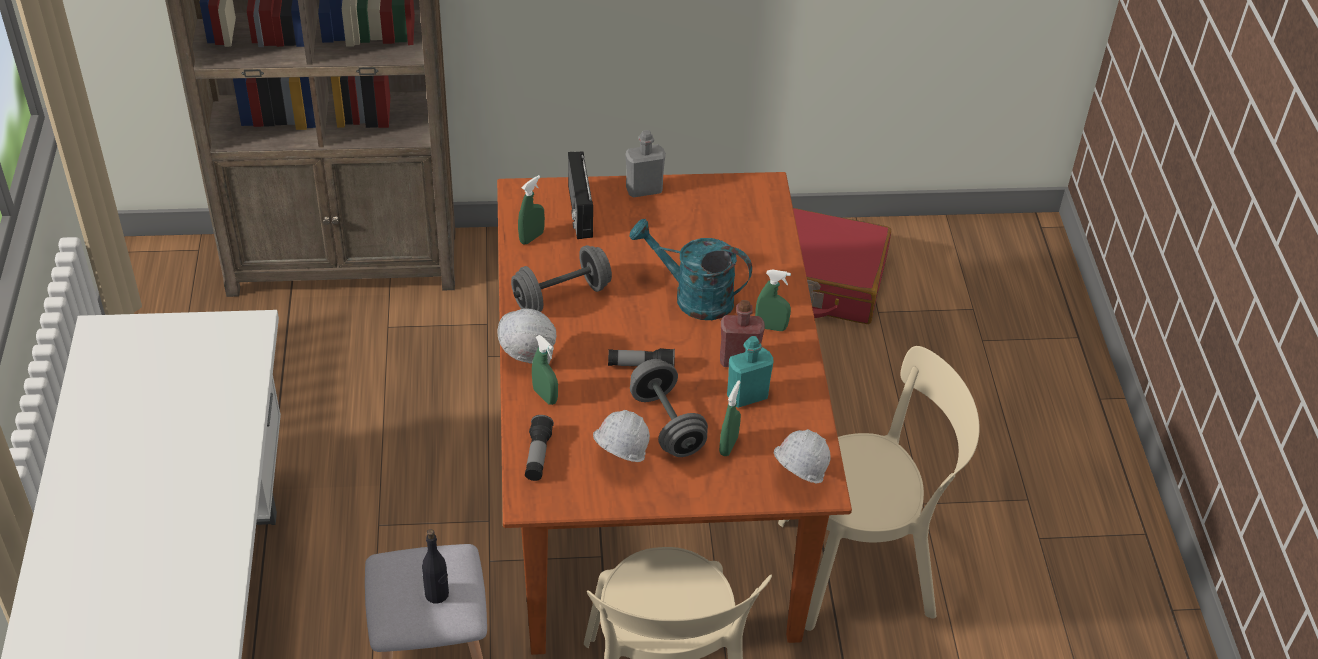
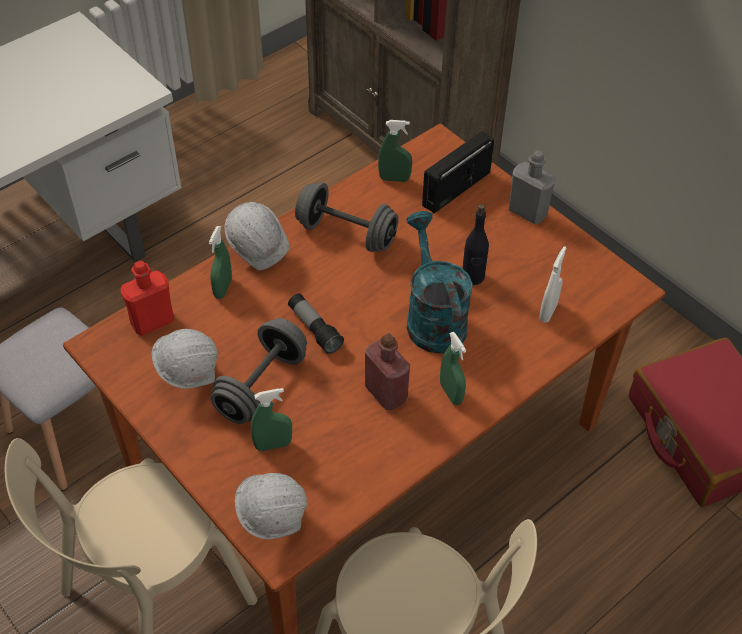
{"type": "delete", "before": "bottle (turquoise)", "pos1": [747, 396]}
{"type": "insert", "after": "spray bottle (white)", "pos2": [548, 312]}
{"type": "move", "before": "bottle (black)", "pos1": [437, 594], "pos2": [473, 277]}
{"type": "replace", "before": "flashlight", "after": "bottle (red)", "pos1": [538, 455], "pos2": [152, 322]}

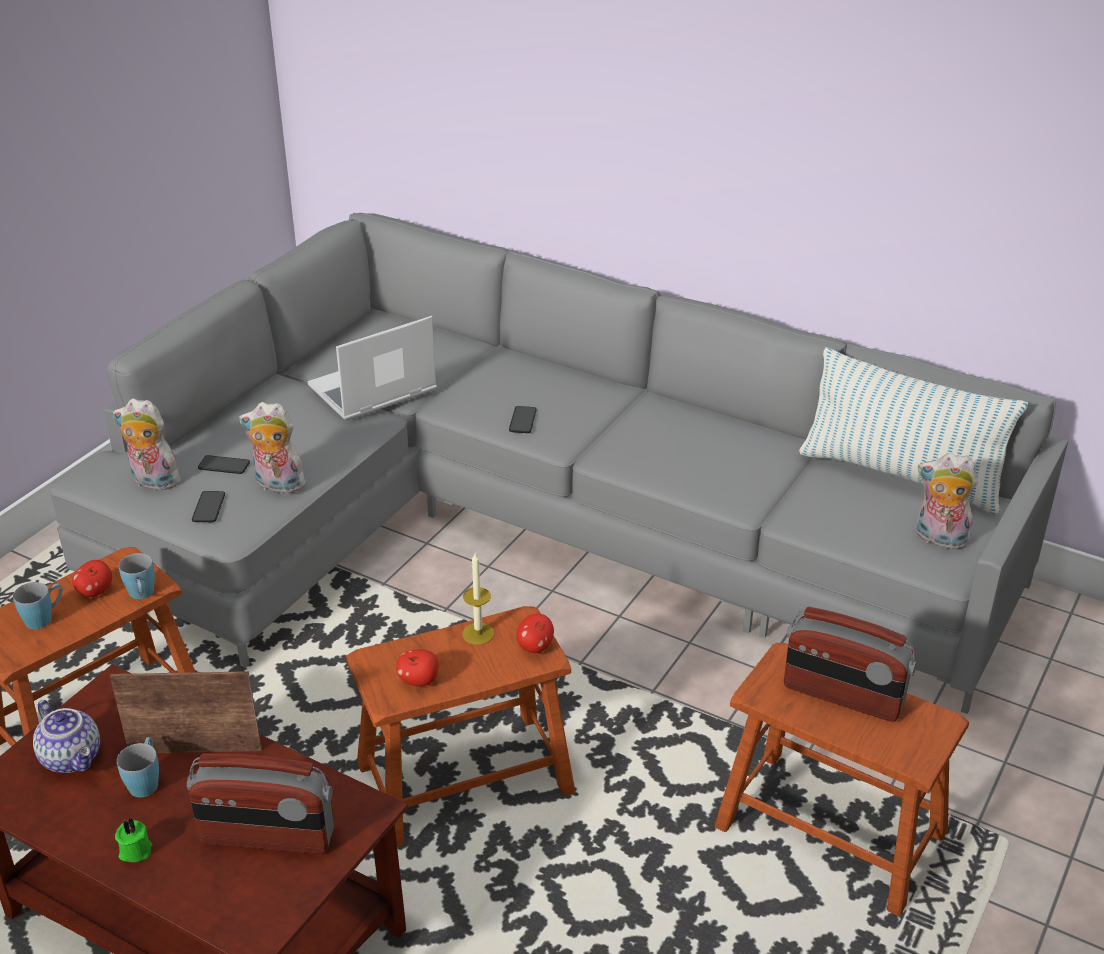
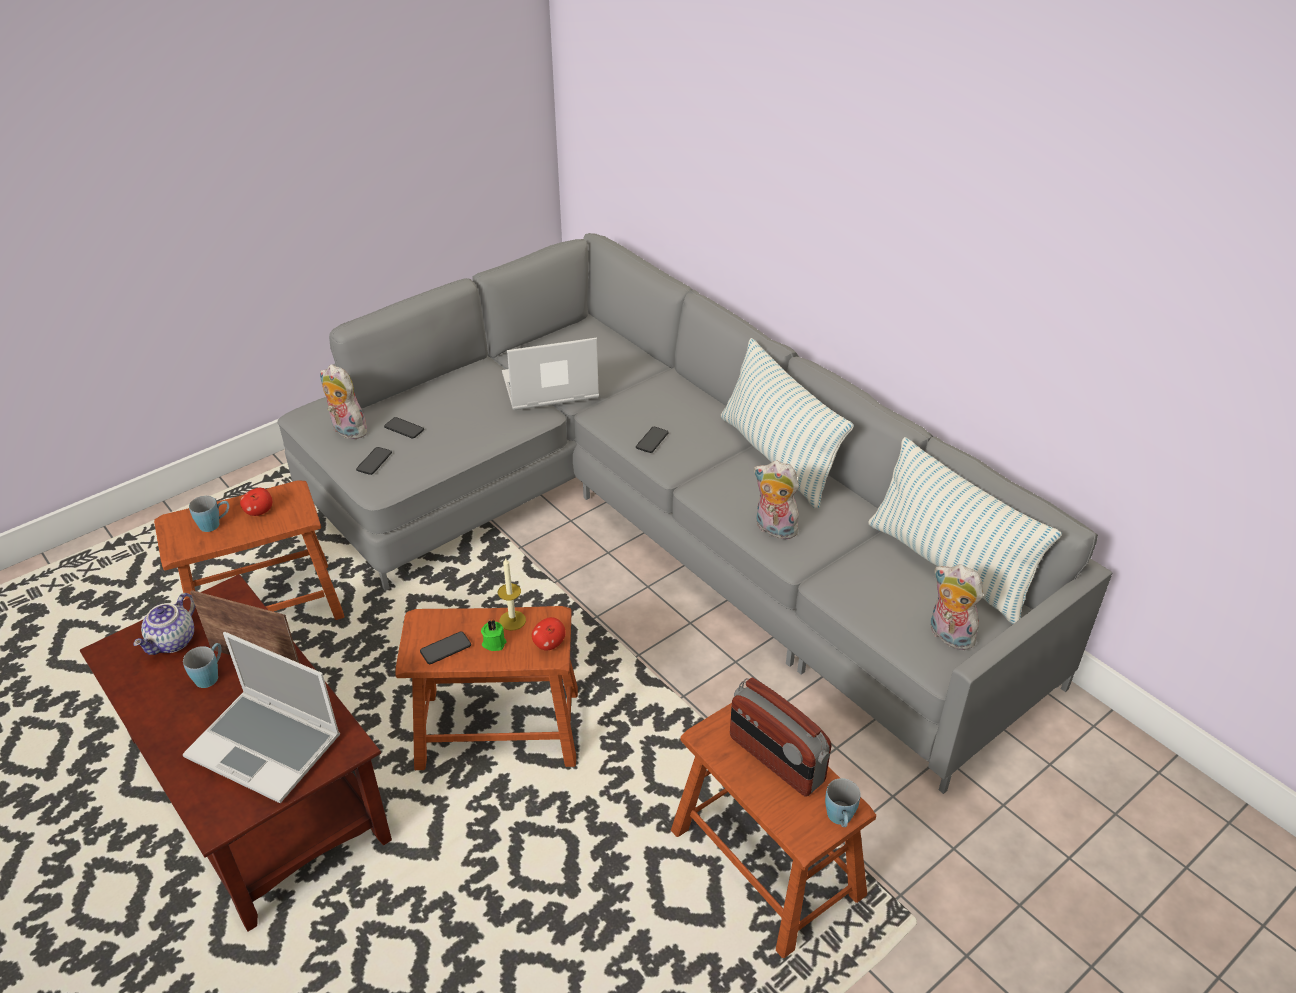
{"type": "insert", "after": "pillow", "pos2": [777, 457]}
{"type": "move", "before": "candle (green)", "pos1": [135, 850], "pos2": [494, 642]}
{"type": "move", "before": "mug (blue)", "pos1": [142, 595], "pos2": [840, 819]}
{"type": "move", "before": "plush toy", "pos1": [277, 485], "pos2": [773, 529]}
{"type": "replace", "before": "radio", "after": "laptop", "pos1": [267, 837], "pos2": [267, 746]}
{"type": "replace", "before": "apple", "after": "phone", "pos1": [419, 680], "pos2": [445, 648]}
{"type": "rotate", "before": "teapot", "pos1": [73, 757], "pos2": [173, 642], "turn": 45}

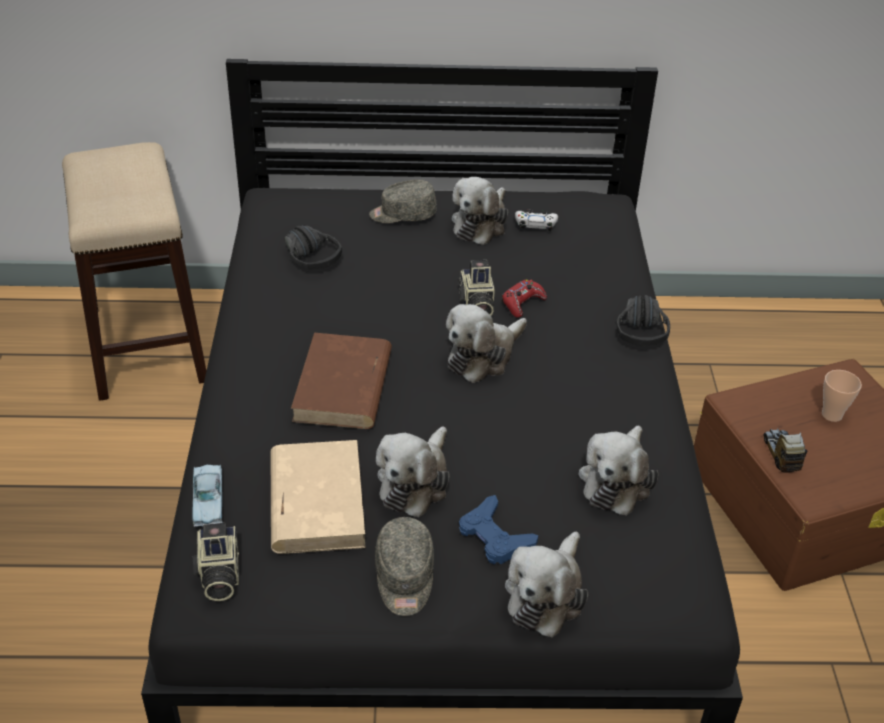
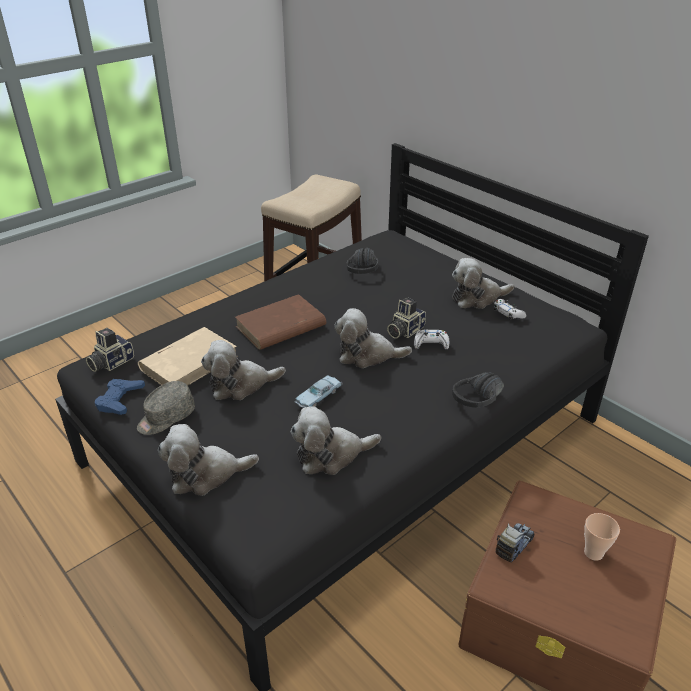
{"type": "delete", "before": "cap (grey)", "pos1": [402, 214]}
{"type": "move", "before": "toy car (blue)", "pos1": [208, 500], "pos2": [318, 396]}
{"type": "move", "before": "game controller (blue)", "pos1": [494, 536], "pos2": [120, 400]}
{"type": "recolor", "before": "game controller (red)", "after": "game controller (white)", "pos1": [522, 303], "pos2": [431, 343]}

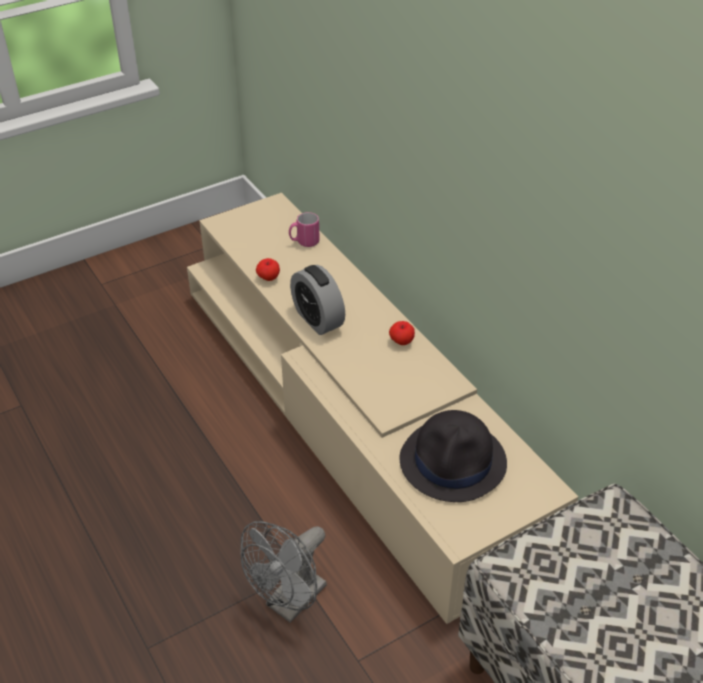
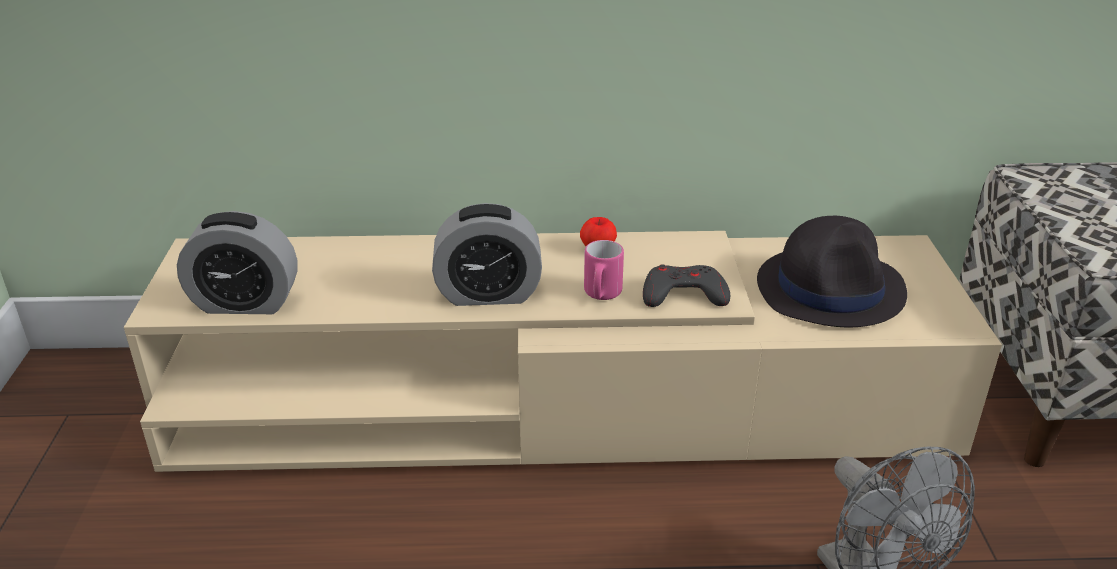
{"type": "delete", "before": "apple", "pos1": [268, 278]}
{"type": "insert", "after": "alarm clock", "pos2": [245, 303]}
{"type": "insert", "after": "game controller (grey)", "pos2": [683, 294]}
{"type": "move", "before": "mug (pink)", "pos1": [304, 242], "pos2": [601, 295]}

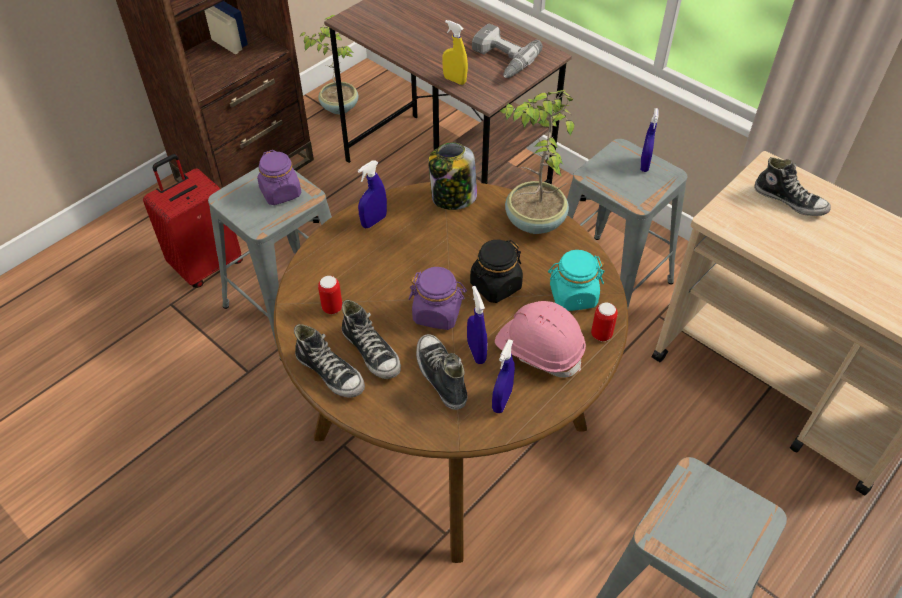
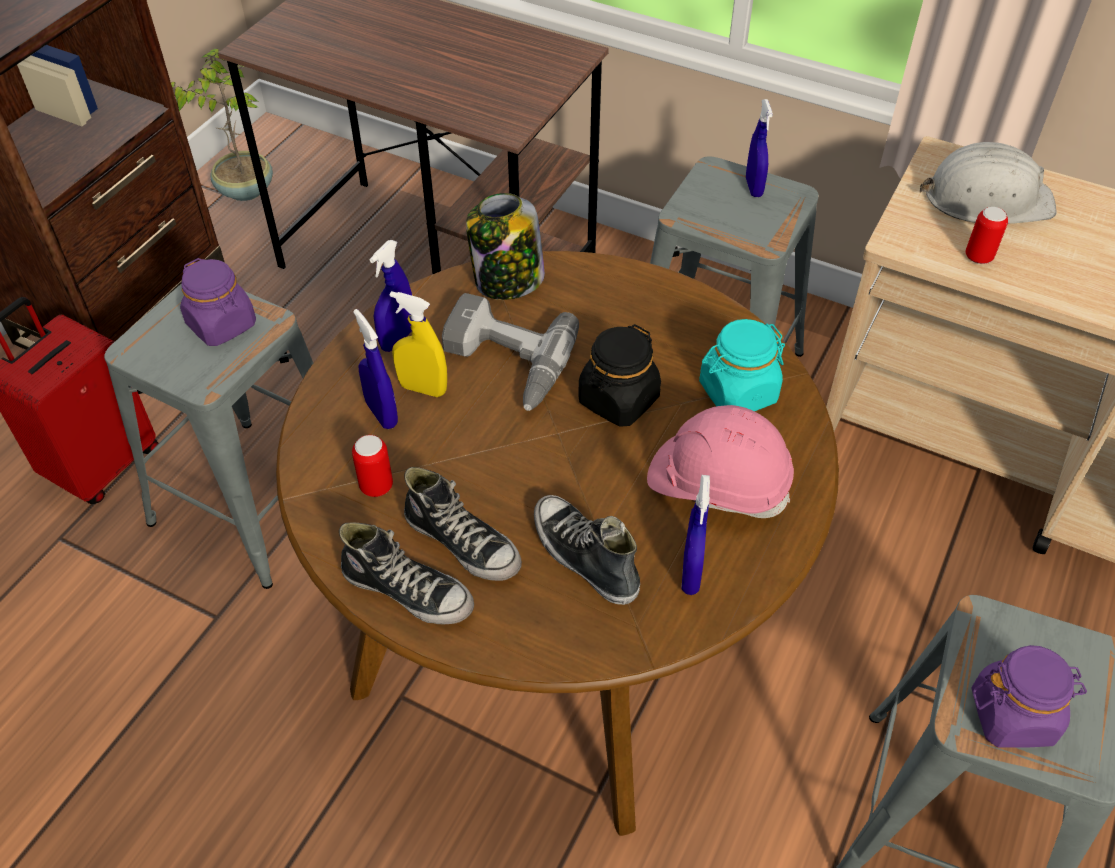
{"type": "delete", "before": "potted plant", "pos1": [533, 222]}
{"type": "move", "before": "jar (purple)", "pos1": [437, 313], "pos2": [1013, 715]}
{"type": "move", "before": "spray bottle (yellow)", "pos1": [454, 80], "pos2": [423, 388]}
{"type": "move", "before": "spray bottle (blue)", "pos1": [476, 352], "pos2": [381, 414]}
{"type": "move", "before": "power drill", "pos1": [500, 60], "pos2": [504, 364]}
{"type": "move", "before": "can", "pos1": [601, 334], "pos2": [978, 257]}
{"type": "replace", "before": "shoe", "after": "hard hat (white)", "pos1": [789, 201], "pos2": [986, 199]}

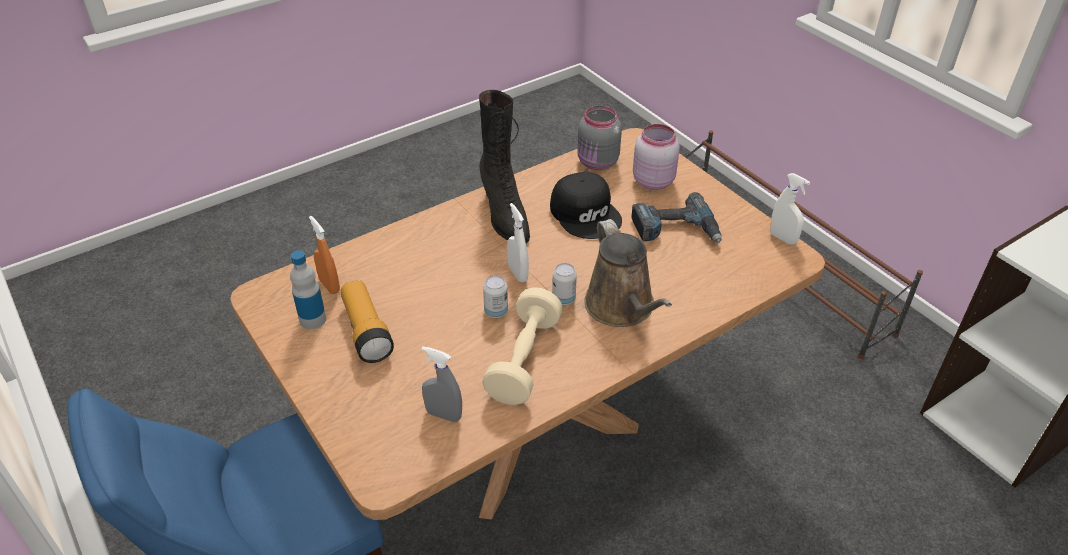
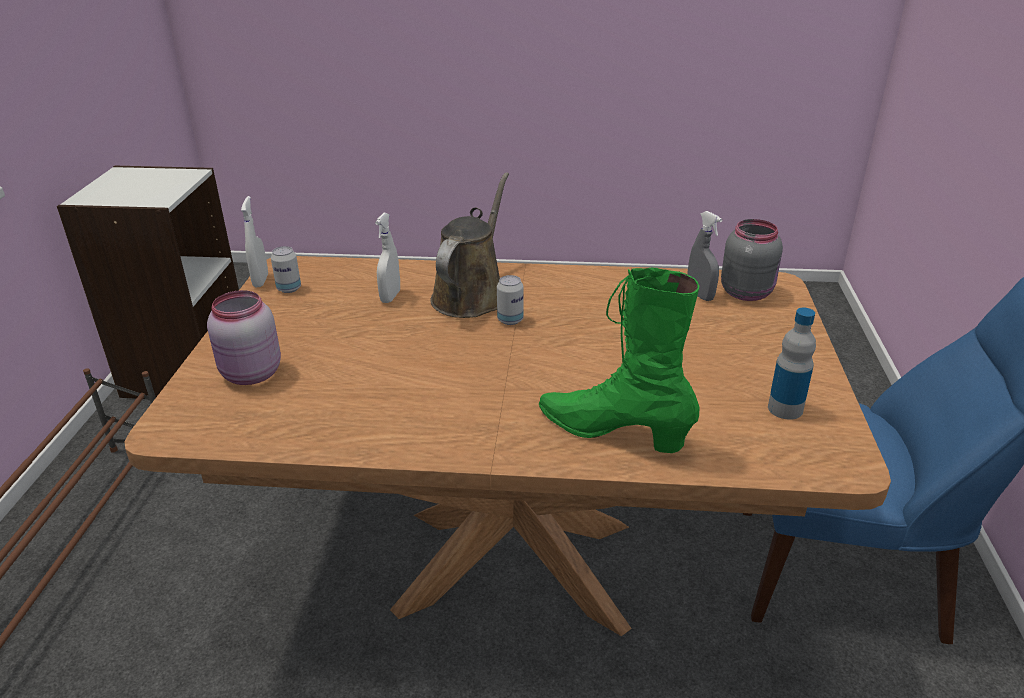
{"type": "delete", "before": "spray bottle (orange)", "pos1": [329, 286]}
{"type": "delete", "before": "flashlight", "pos1": [366, 331]}
{"type": "delete", "before": "boot (black)", "pos1": [504, 215]}
{"type": "delete", "before": "dumbbell (beige)", "pos1": [524, 360]}
{"type": "delete", "before": "cap (black)", "pos1": [586, 213]}
{"type": "delete", "before": "power drill", "pos1": [676, 229]}
{"type": "insert", "after": "boot (green)", "pos2": [613, 432]}
{"type": "move", "before": "can", "pos1": [496, 312], "pos2": [289, 289]}
{"type": "move", "before": "spray bottle (white)", "pos1": [518, 273], "pos2": [390, 297]}
{"type": "move", "before": "jar (grey)", "pos1": [597, 163], "pos2": [747, 292]}

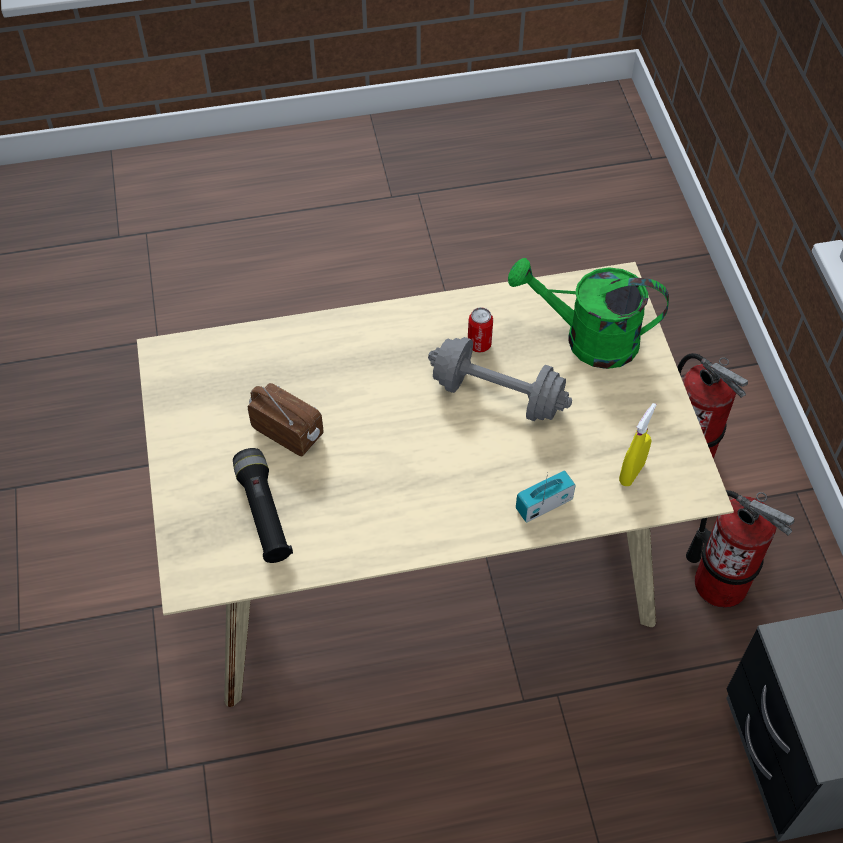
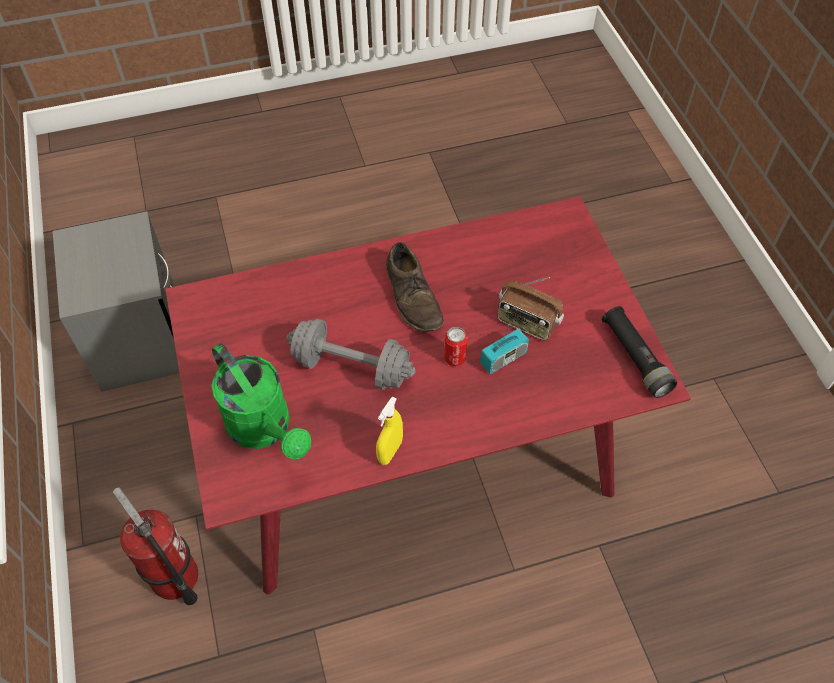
{"type": "delete", "before": "fire extinguisher", "pos1": [720, 582]}
{"type": "insert", "after": "shoe (brown)", "pos2": [413, 297]}
{"type": "move", "before": "flashlight (black)", "pos1": [263, 513], "pos2": [635, 358]}
{"type": "move", "before": "can", "pos1": [479, 344], "pos2": [454, 358]}
{"type": "move", "before": "radio", "pos1": [544, 504], "pos2": [503, 358]}
{"type": "move", "before": "spray bottle (yellow)", "pos1": [631, 473], "pos2": [390, 451]}
{"type": "recolor", "before": "dining table (beige)", "after": "dining table (red)", "pos1": [420, 562], "pos2": [417, 453]}
{"type": "rotate", "before": "watering can (green)", "pos1": [588, 339], "pos2": [265, 429], "turn": 45}

